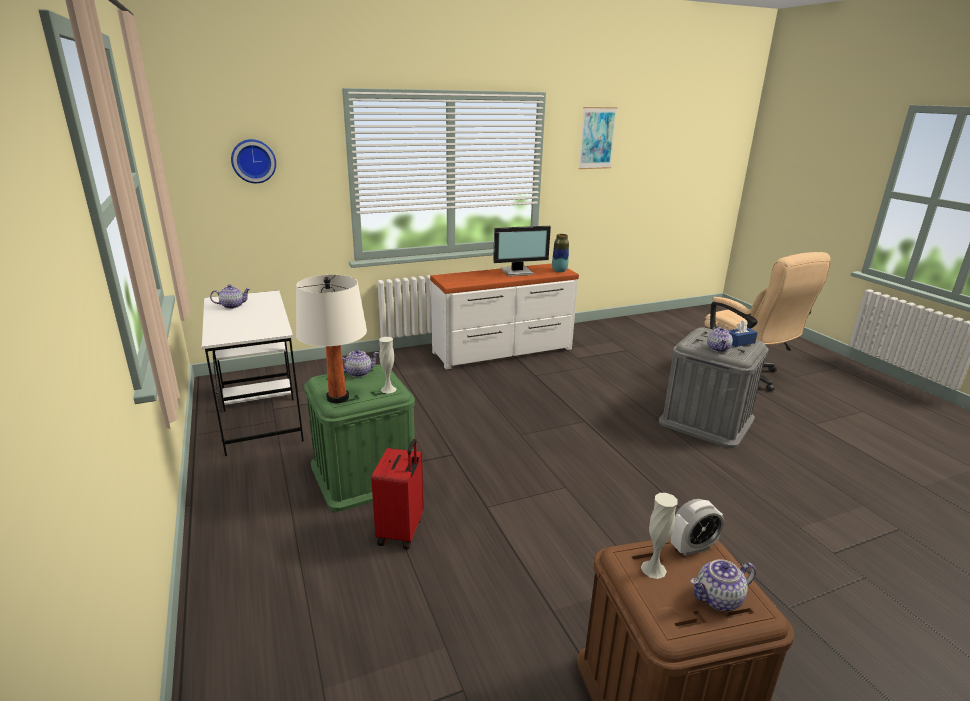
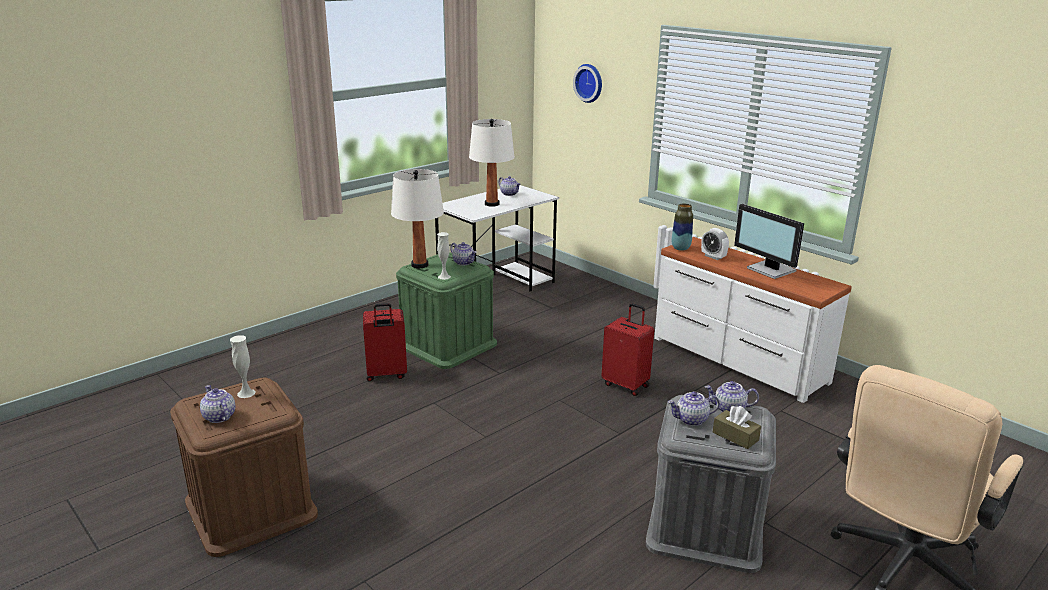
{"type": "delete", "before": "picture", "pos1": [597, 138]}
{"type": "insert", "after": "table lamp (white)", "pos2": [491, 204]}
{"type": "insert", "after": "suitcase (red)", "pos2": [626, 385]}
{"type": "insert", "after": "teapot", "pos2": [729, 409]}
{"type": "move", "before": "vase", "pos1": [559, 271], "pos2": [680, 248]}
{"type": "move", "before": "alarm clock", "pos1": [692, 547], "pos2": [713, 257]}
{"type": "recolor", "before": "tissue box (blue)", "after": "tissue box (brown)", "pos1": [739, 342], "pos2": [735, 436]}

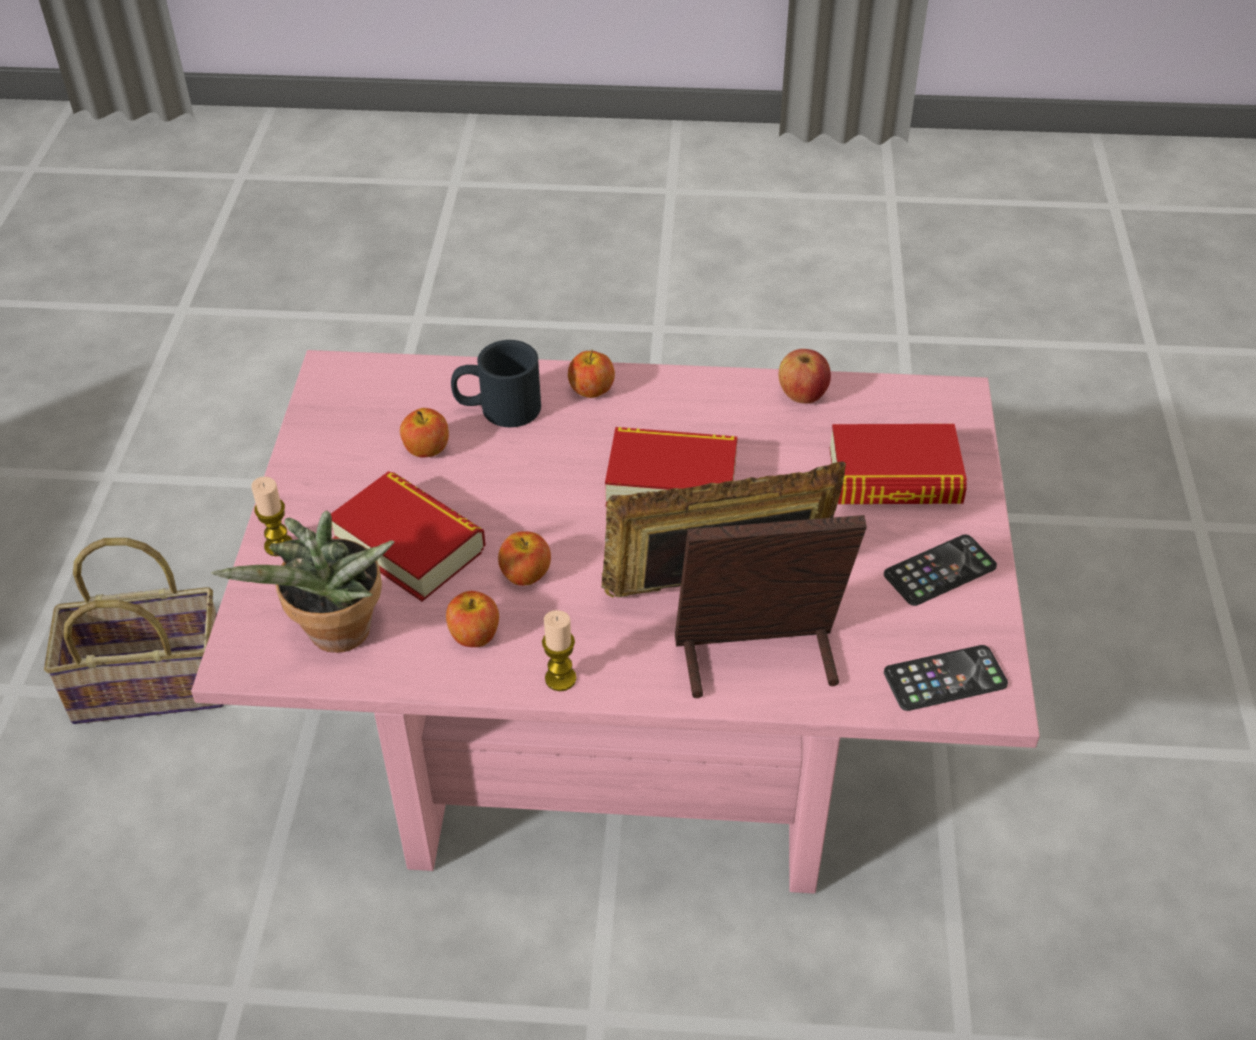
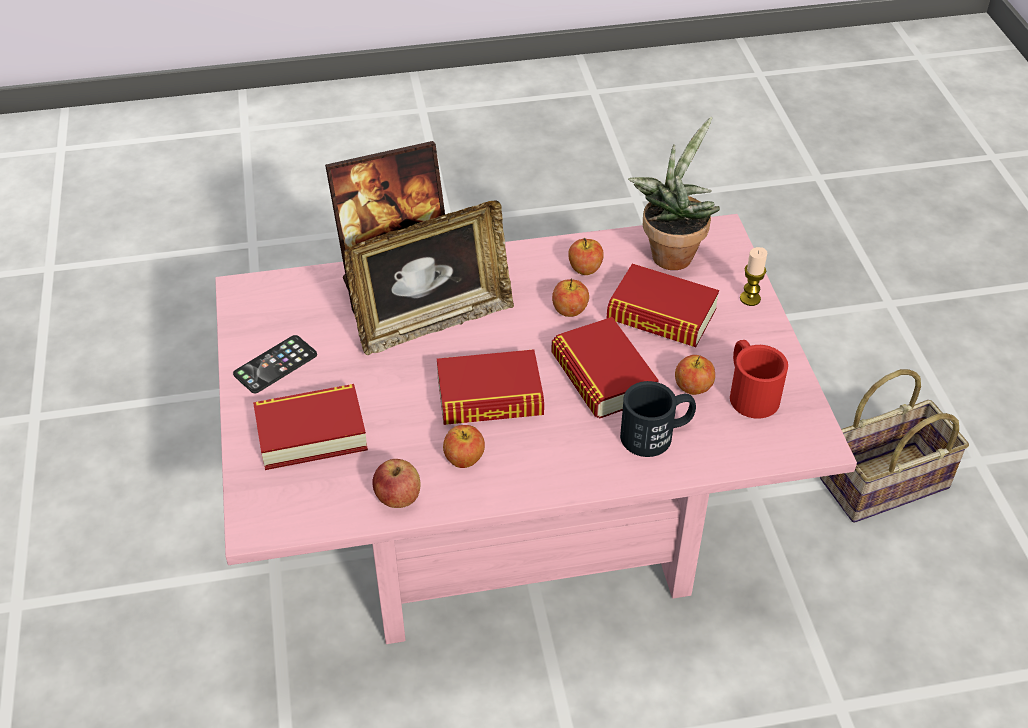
{"type": "delete", "before": "candle", "pos1": [560, 678]}
{"type": "delete", "before": "phone", "pos1": [945, 679]}
{"type": "insert", "after": "book", "pos2": [603, 376]}
{"type": "insert", "after": "mug (red)", "pos2": [749, 391]}
{"type": "move", "before": "apple", "pos1": [591, 390], "pos2": [464, 458]}

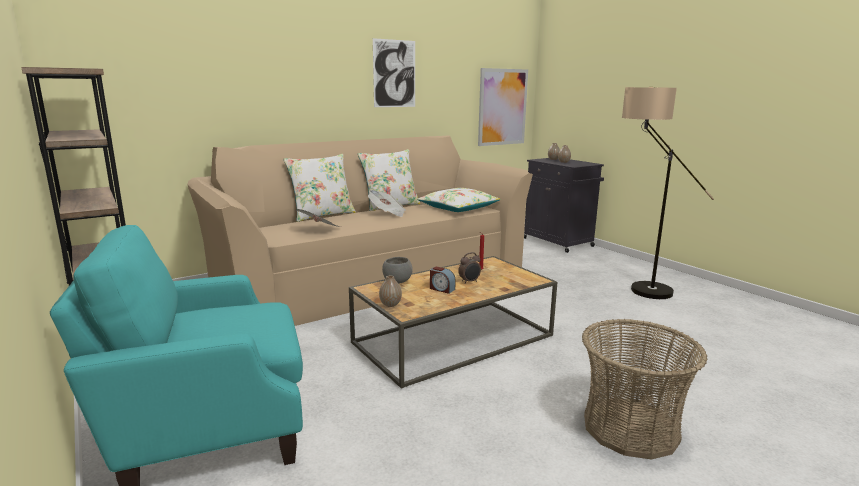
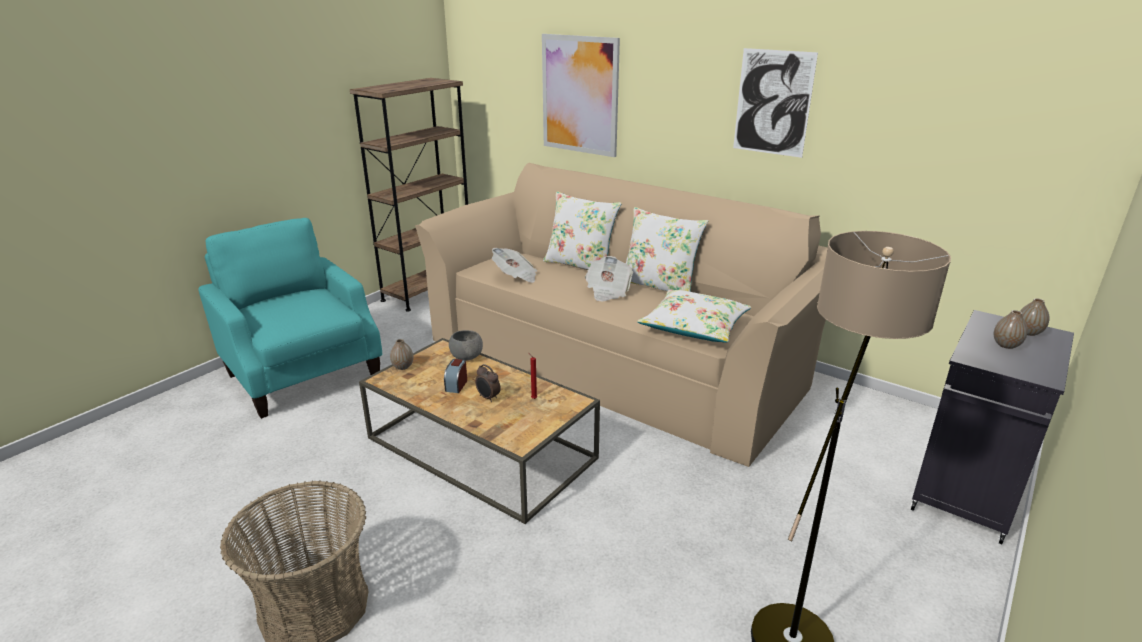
{"type": "move", "before": "picture", "pos1": [502, 107], "pos2": [580, 95]}

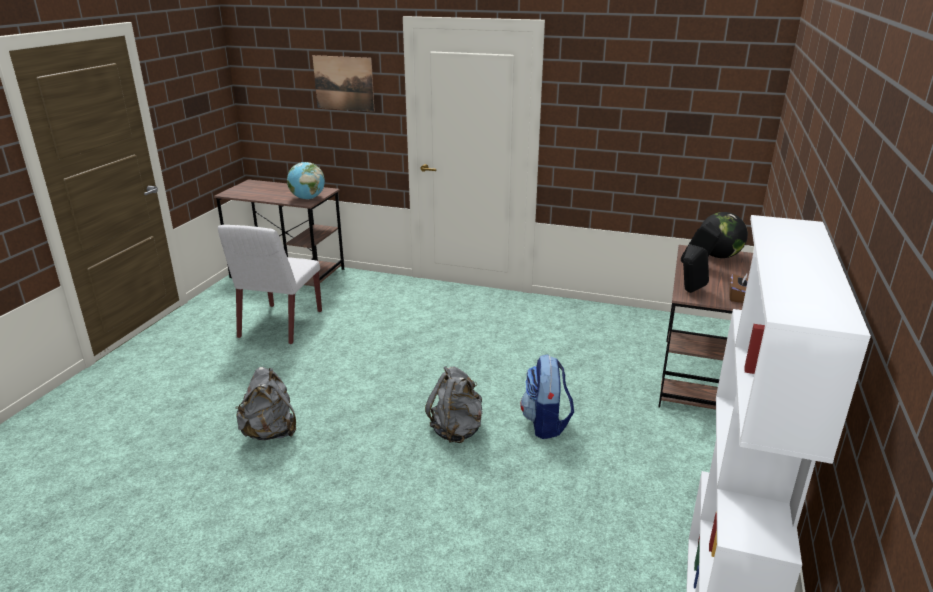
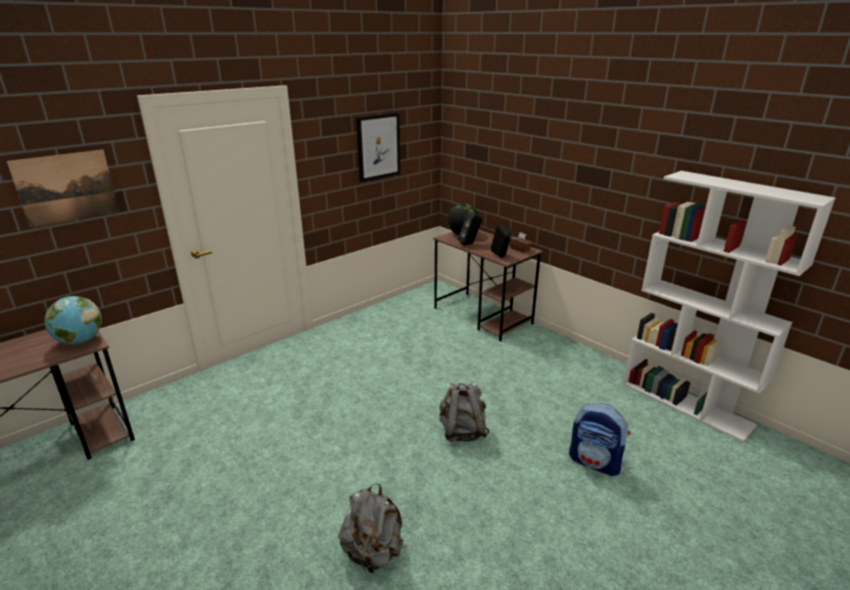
{"type": "delete", "before": "chair (white)", "pos1": [280, 324]}
{"type": "insert", "after": "picture", "pos2": [378, 146]}
{"type": "move", "before": "backpack", "pos1": [546, 423], "pos2": [595, 462]}

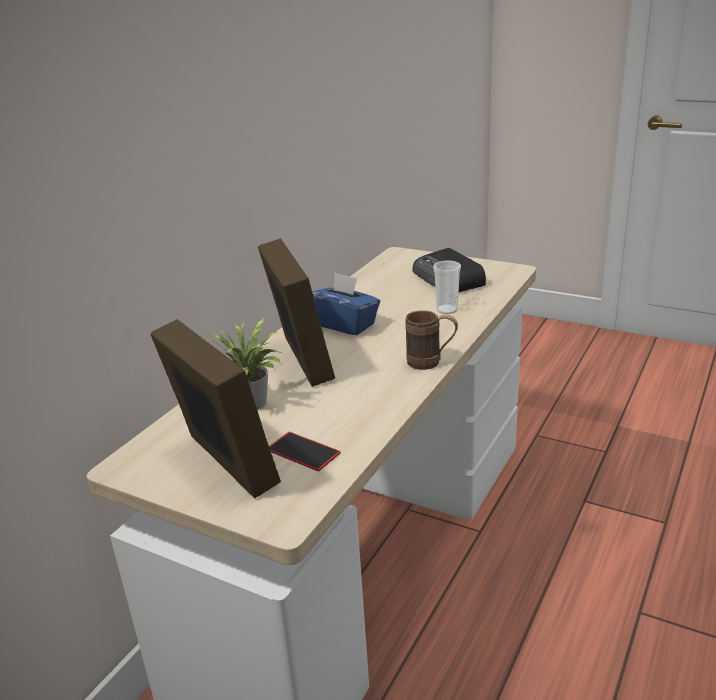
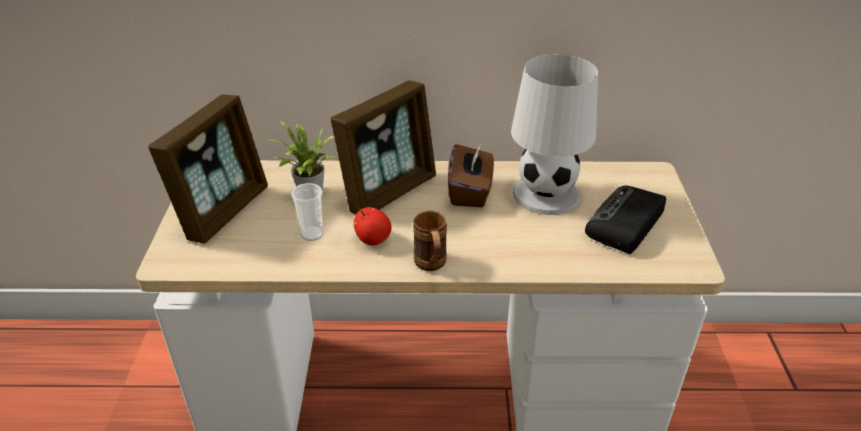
{"type": "delete", "before": "phone", "pos1": [303, 451]}
{"type": "insert", "after": "apple", "pos2": [373, 240]}
{"type": "insert", "after": "table lamp (white)", "pos2": [545, 194]}
{"type": "move", "before": "cup", "pos1": [447, 310], "pos2": [312, 234]}
{"type": "recolor", "before": "tissue box (blue)", "after": "tissue box (brown)", "pos1": [344, 324], "pos2": [470, 192]}

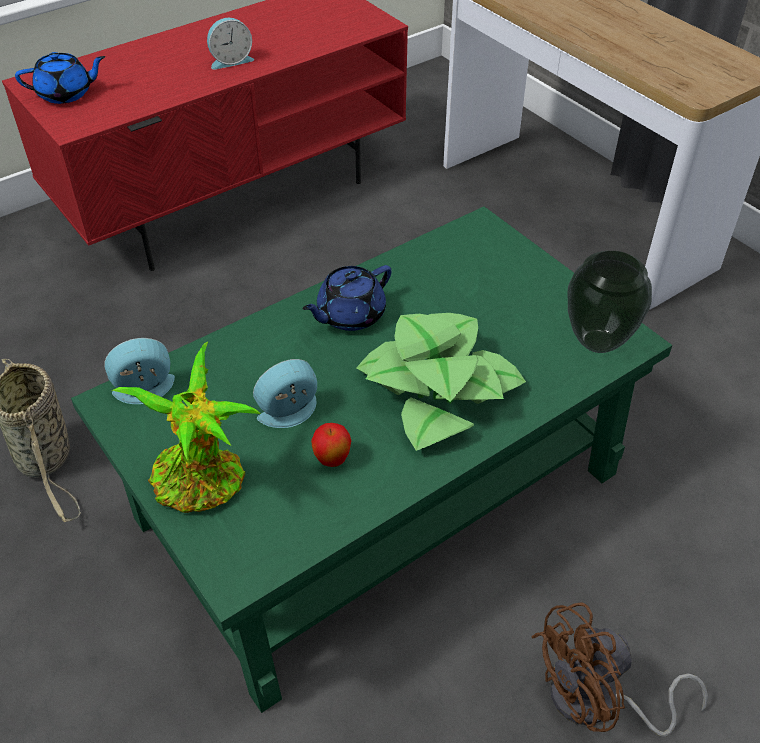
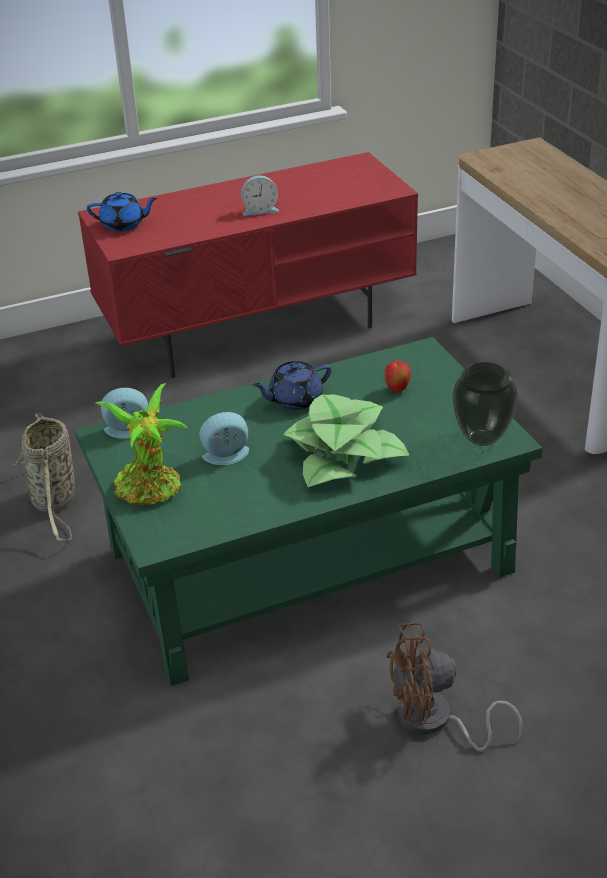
{"type": "move", "before": "apple", "pos1": [332, 460], "pos2": [397, 390]}

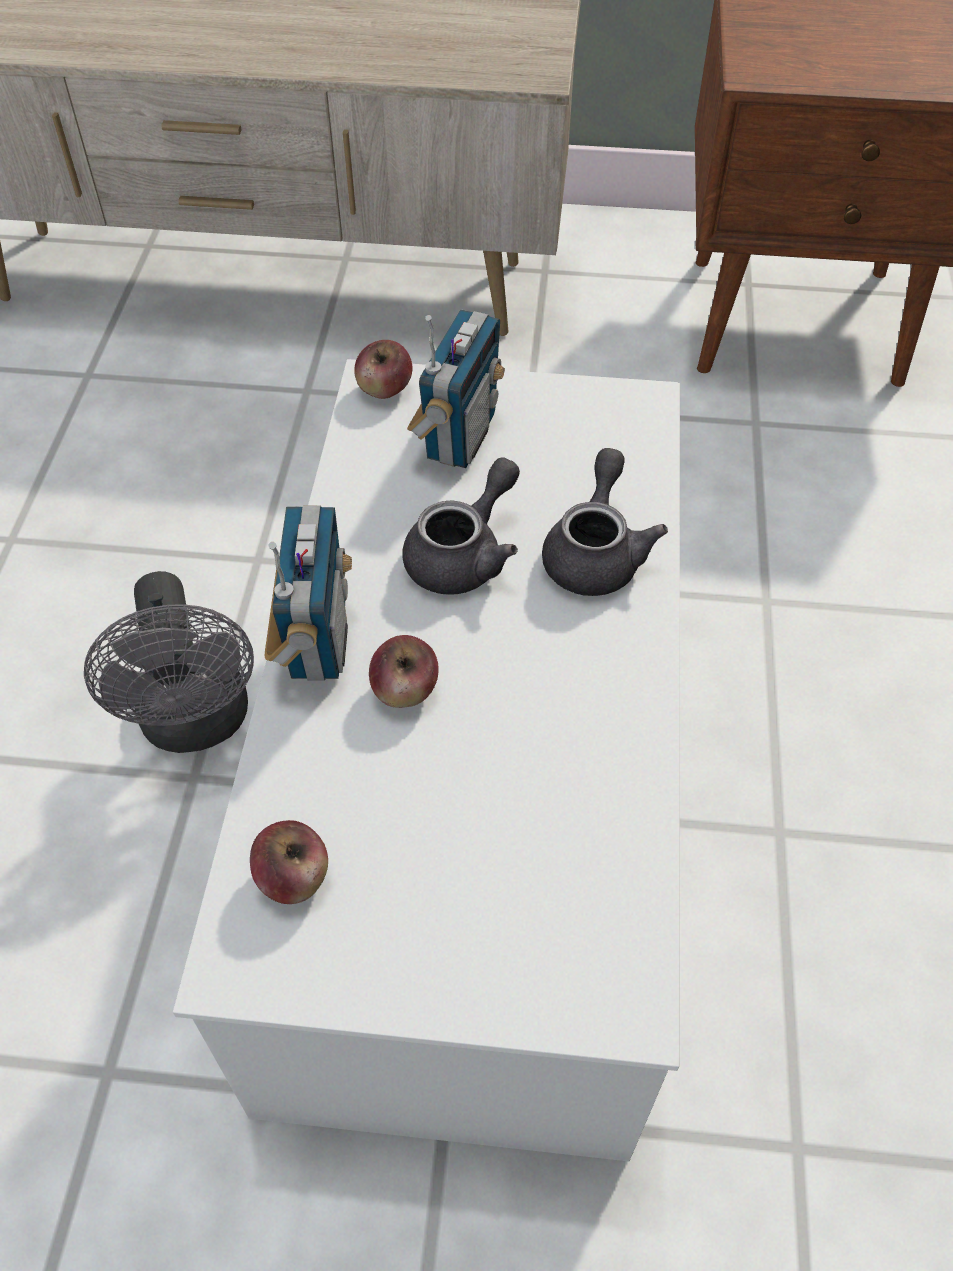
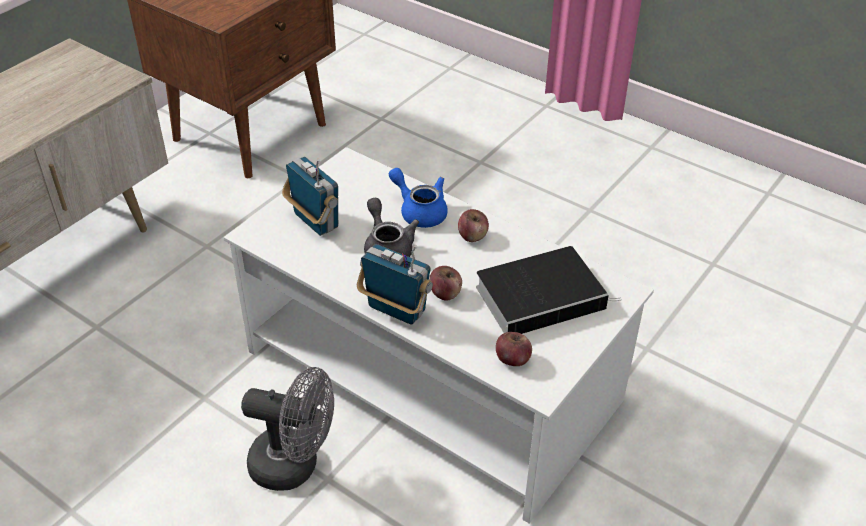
{"type": "insert", "after": "book", "pos2": [543, 296]}
{"type": "move", "before": "apple", "pos1": [385, 389], "pos2": [472, 236]}
{"type": "recolor", "before": "teapot (grey)", "after": "teapot (blue)", "pos1": [595, 553], "pos2": [419, 211]}

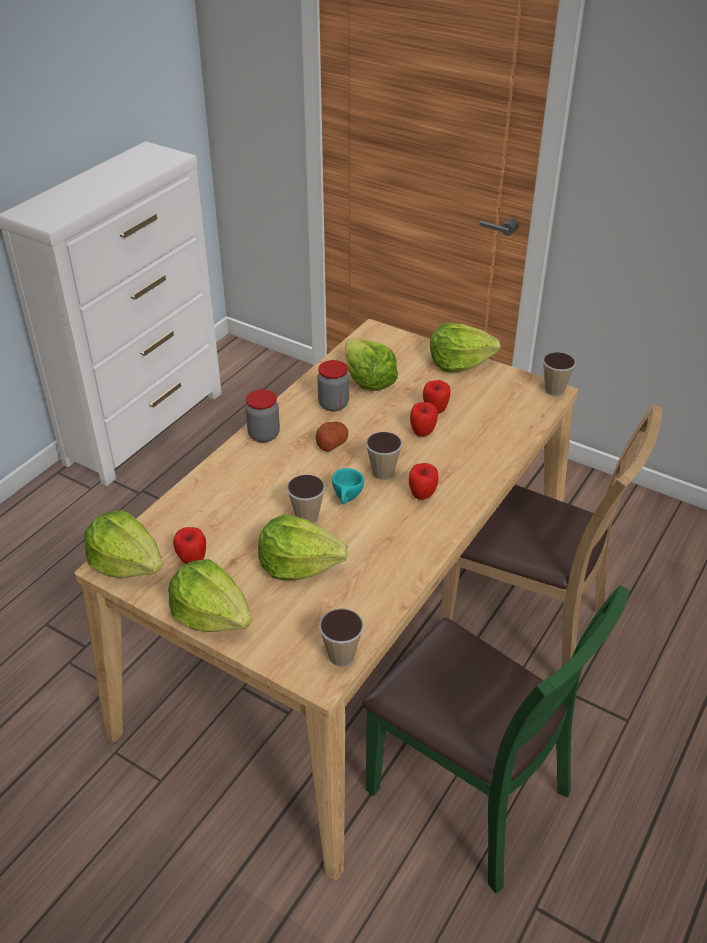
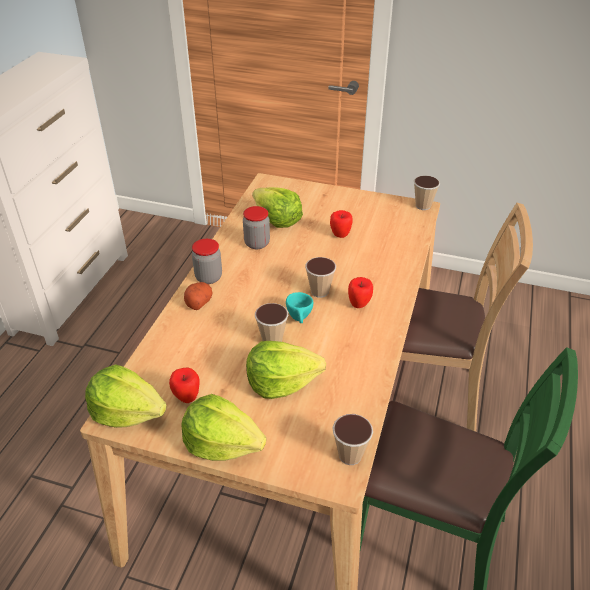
{"type": "delete", "before": "apple", "pos1": [422, 433]}
{"type": "delete", "before": "lettuce", "pos1": [459, 362]}
{"type": "move", "before": "potato", "pos1": [331, 444], "pos2": [198, 302]}

